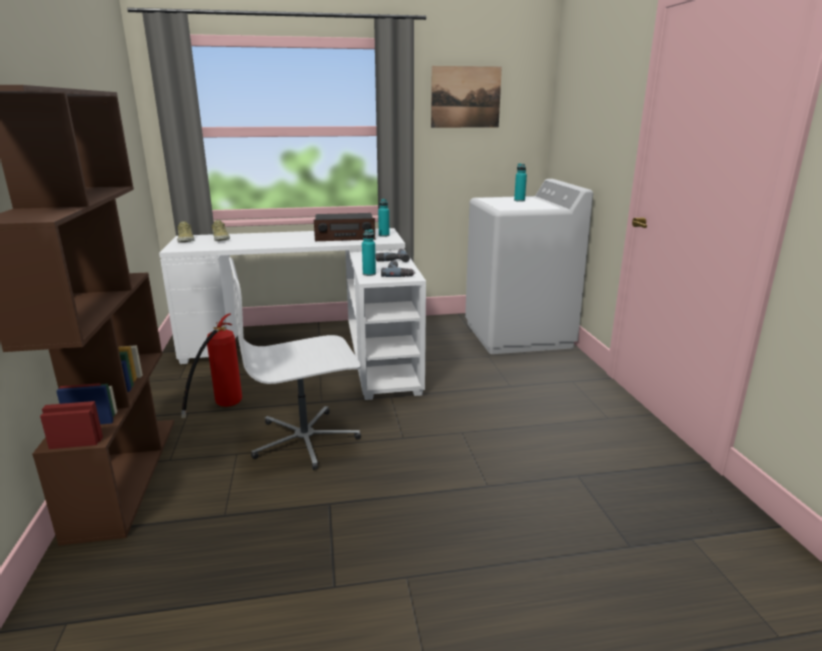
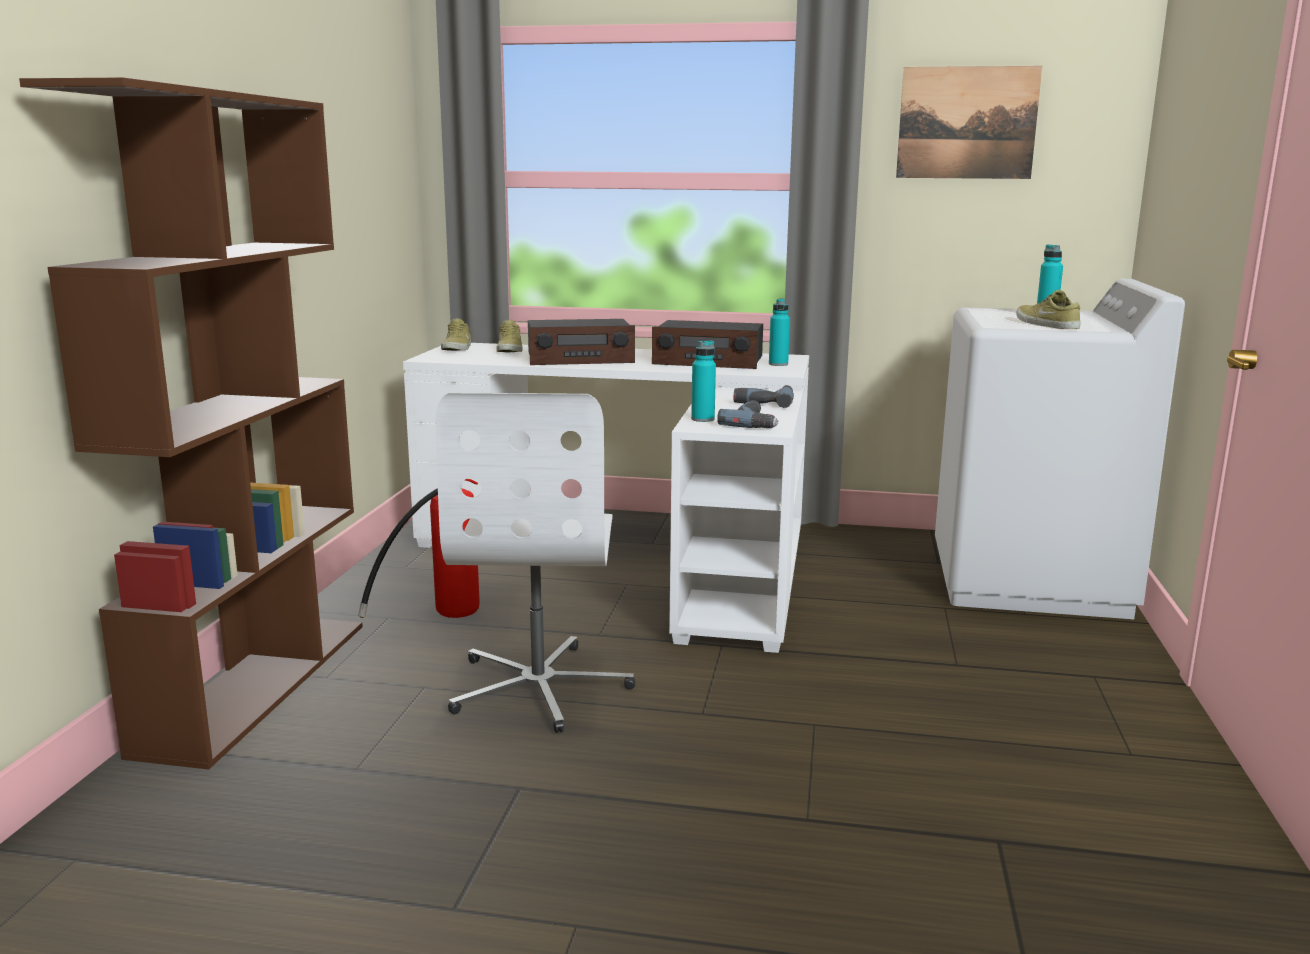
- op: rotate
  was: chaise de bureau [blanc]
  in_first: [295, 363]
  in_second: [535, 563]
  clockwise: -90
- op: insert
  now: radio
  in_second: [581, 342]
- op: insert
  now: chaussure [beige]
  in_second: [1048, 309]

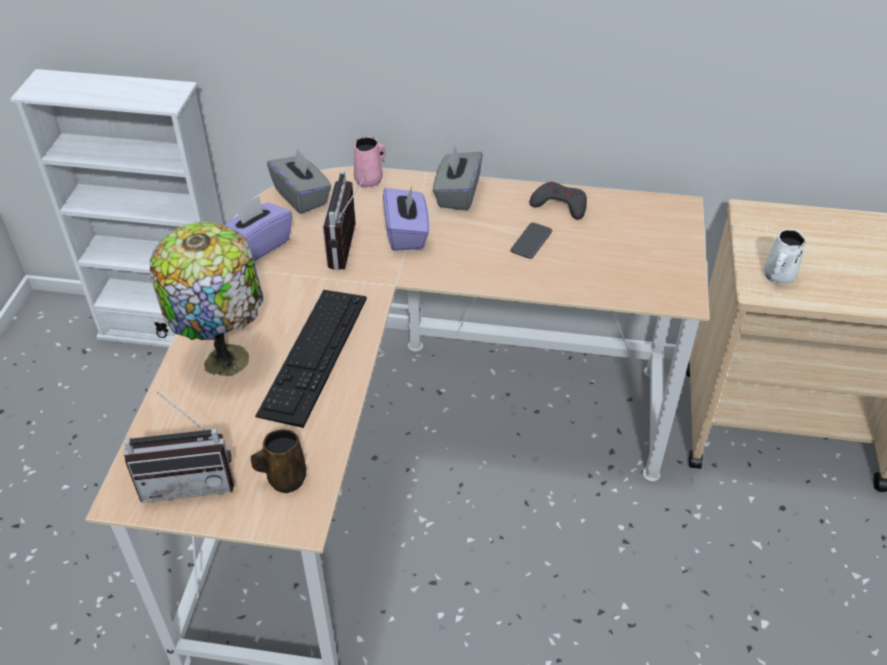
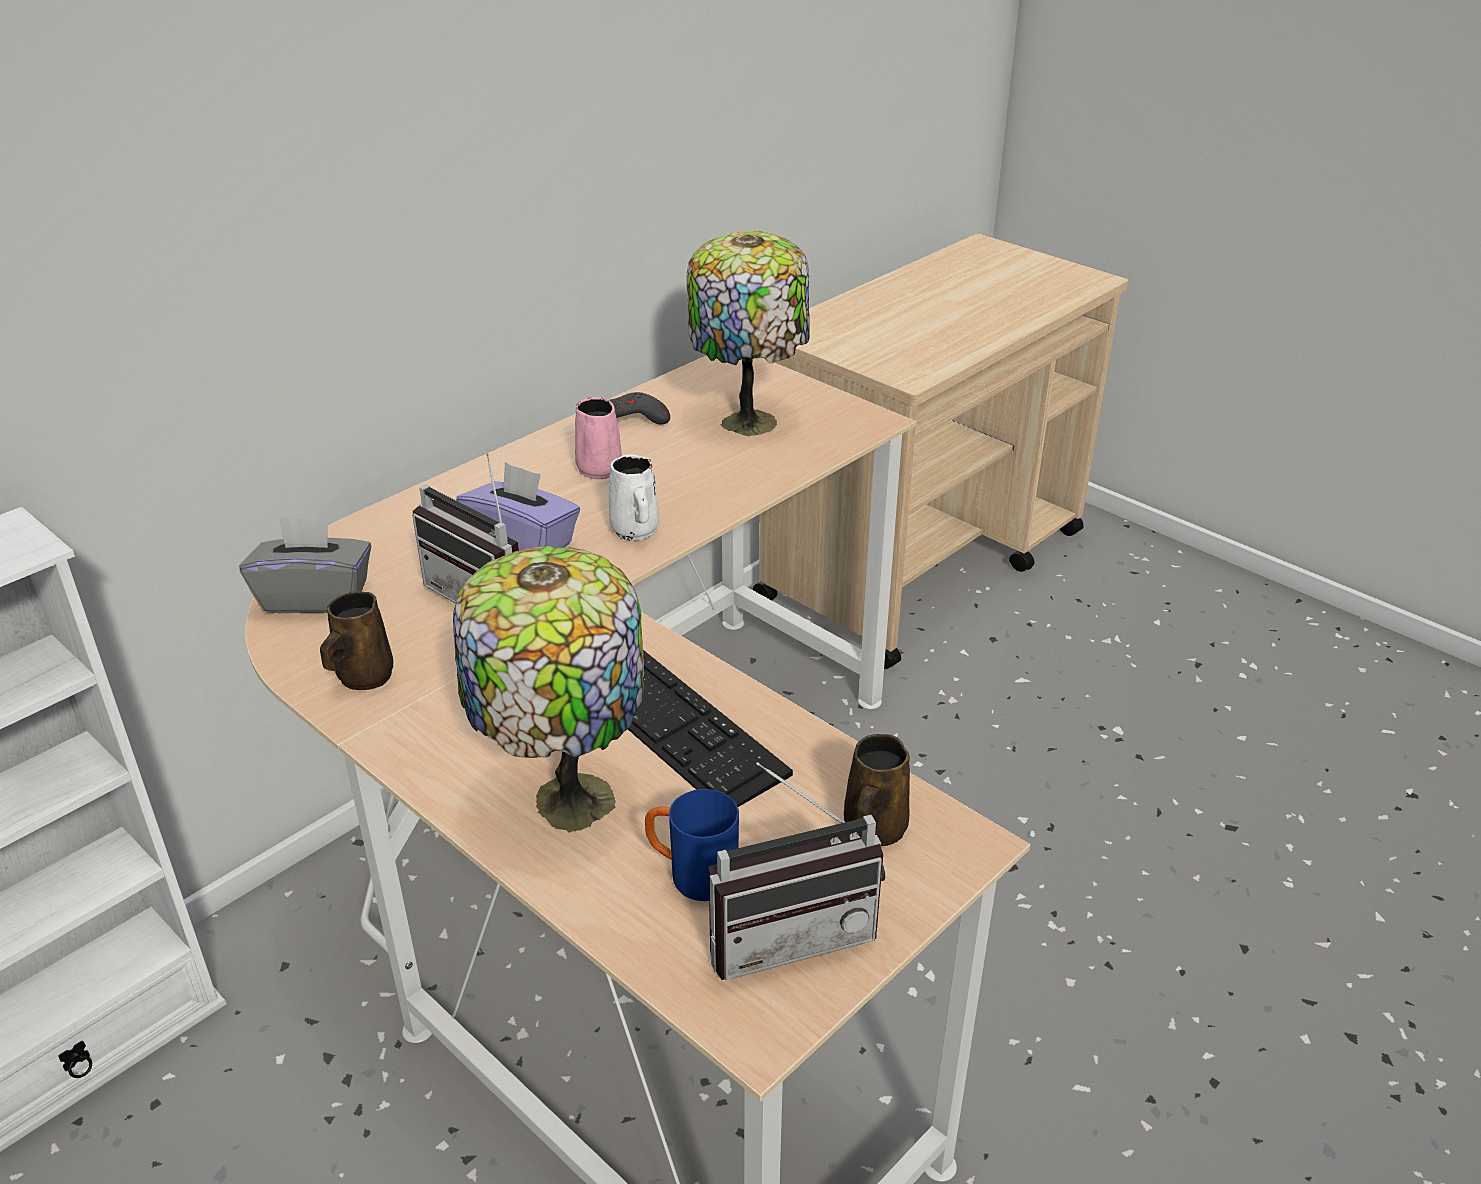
- op: replace
  was: boîte à mouchoirs [violet]
  now: mug [marron]
  in_first: [258, 228]
  in_second: [356, 640]
- op: move
  was: mug [rose]
  in_first: [369, 162]
  in_second: [598, 438]
- op: move
  was: mug [blanc]
  in_first: [785, 257]
  in_second: [634, 497]
- op: insert
  now: mug [bleu]
  in_second: [692, 845]
- op: insert
  now: lampe de table
  in_second: [748, 333]
- op: rotate
  was: radio
  in_first: [179, 447]
  in_second: [797, 871]
  clockwise: 45
- op: delete
  was: boîte à mouchoirs [gris]
  in_first: [457, 178]
- op: delete
  was: téléphone
  in_first: [531, 240]

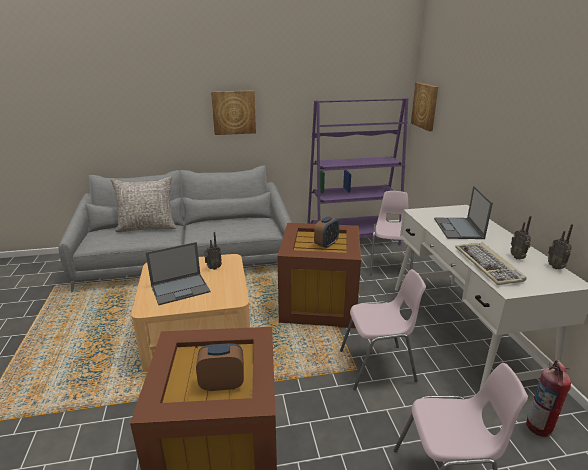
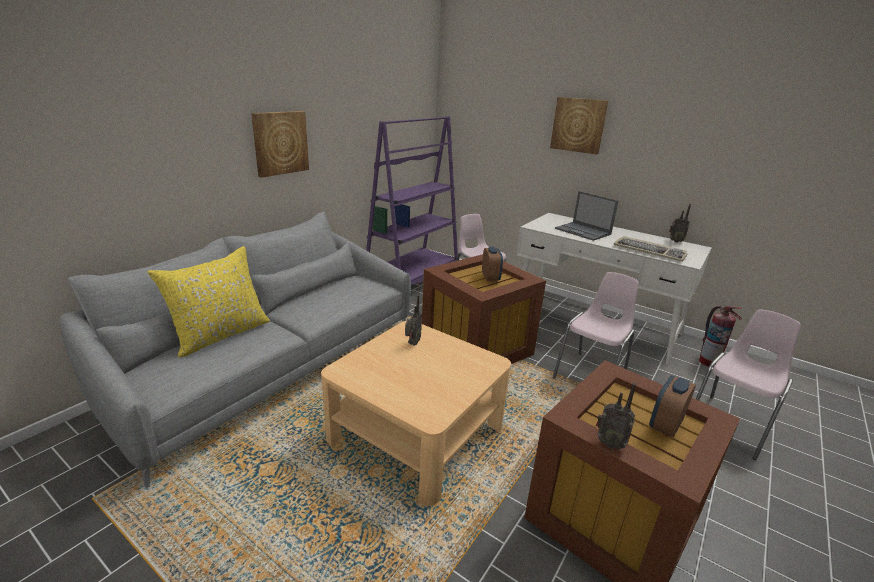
- op: recolor
  was: coussin [gris]
  now: coussin [jaune]
  in_first: [143, 204]
  in_second: [209, 301]
- op: move
  was: tableau
  in_first: [424, 106]
  in_second: [579, 125]
- op: move
  was: radio
  in_first: [521, 238]
  in_second: [616, 416]
- op: delete
  was: ordinateur portable
  in_first: [178, 273]

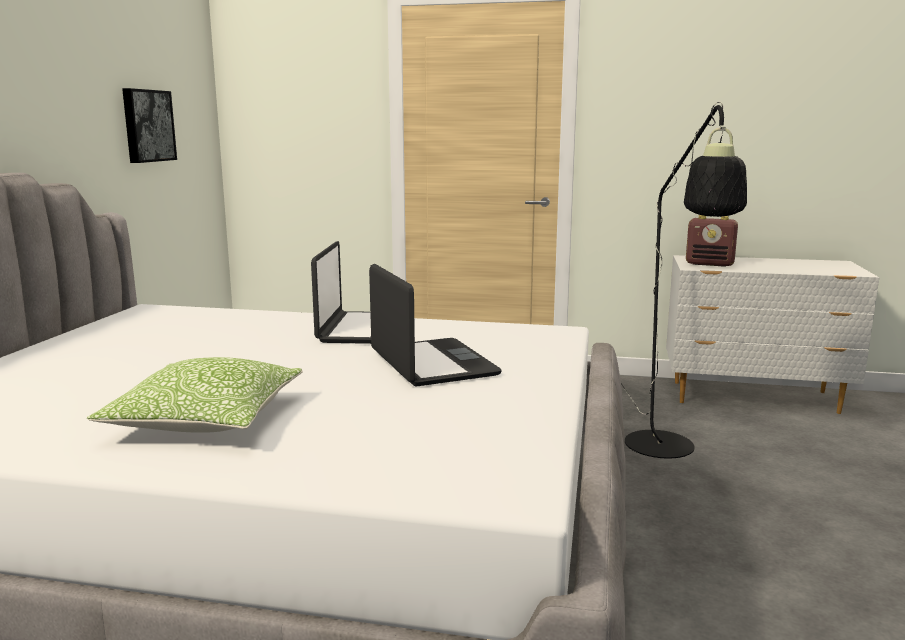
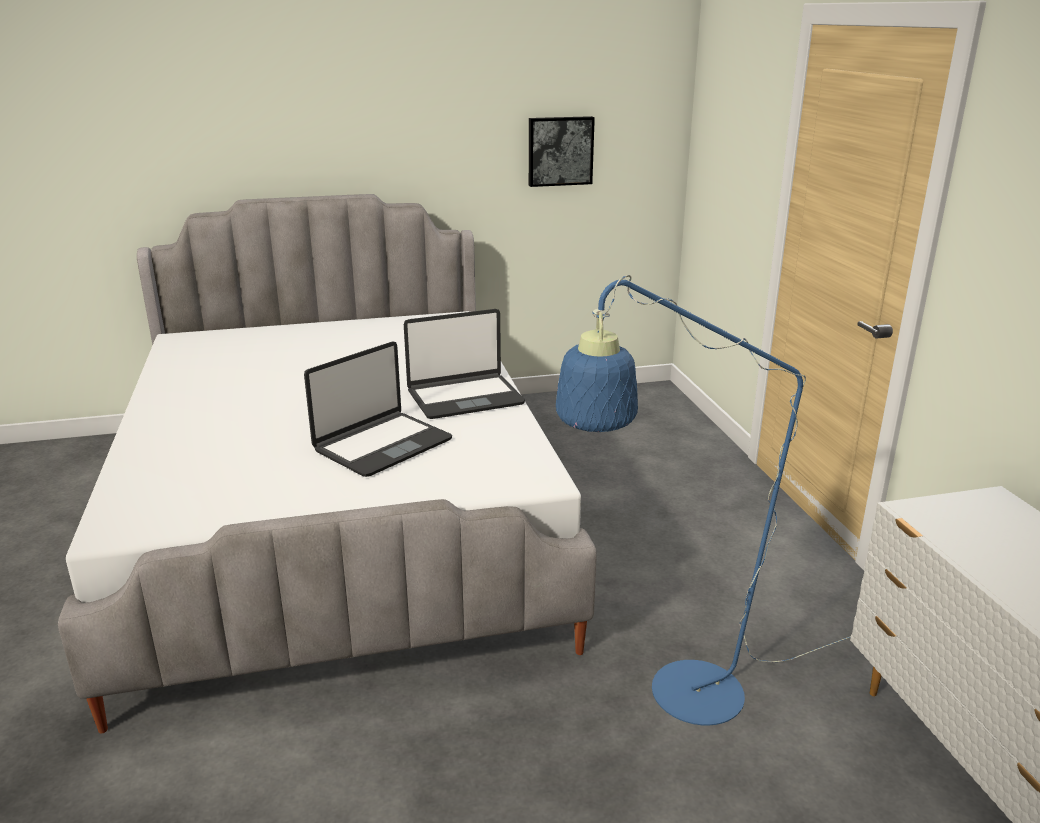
- op: recolor
  was: lampadaire [noir]
  now: lampadaire [bleu]
  in_first: [684, 280]
  in_second: [703, 500]
- op: delete
  was: coussin
  in_first: [195, 395]
- op: delete
  was: radio
  in_first: [712, 241]

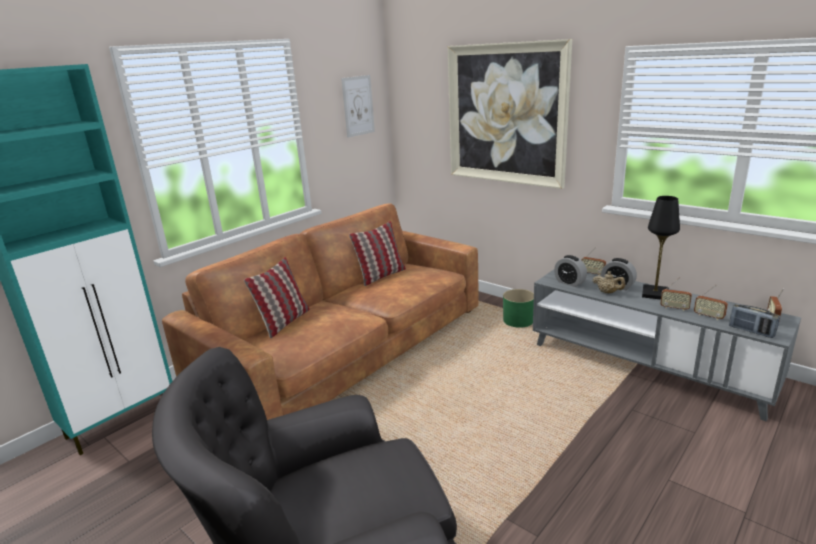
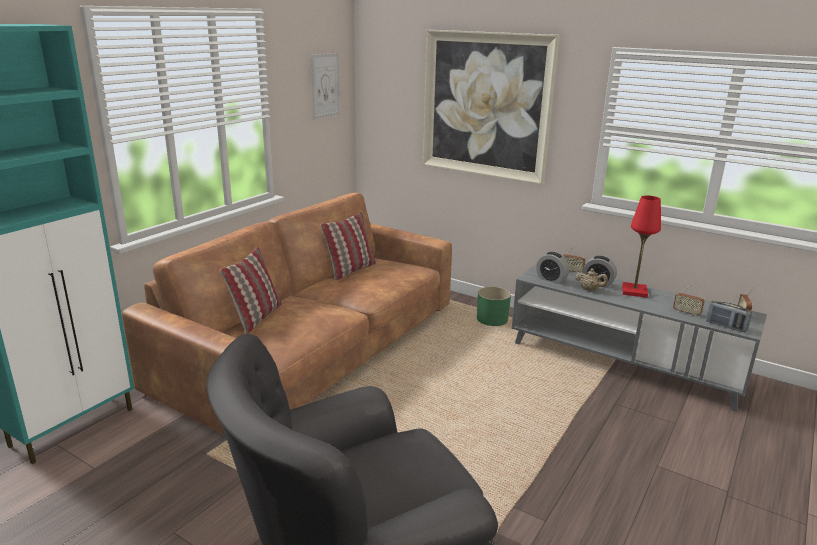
- op: recolor
  was: lampe de table [noir]
  now: lampe de table [rouge]
  in_first: [661, 248]
  in_second: [641, 247]
- op: delete
  was: radio
  in_first: [676, 294]

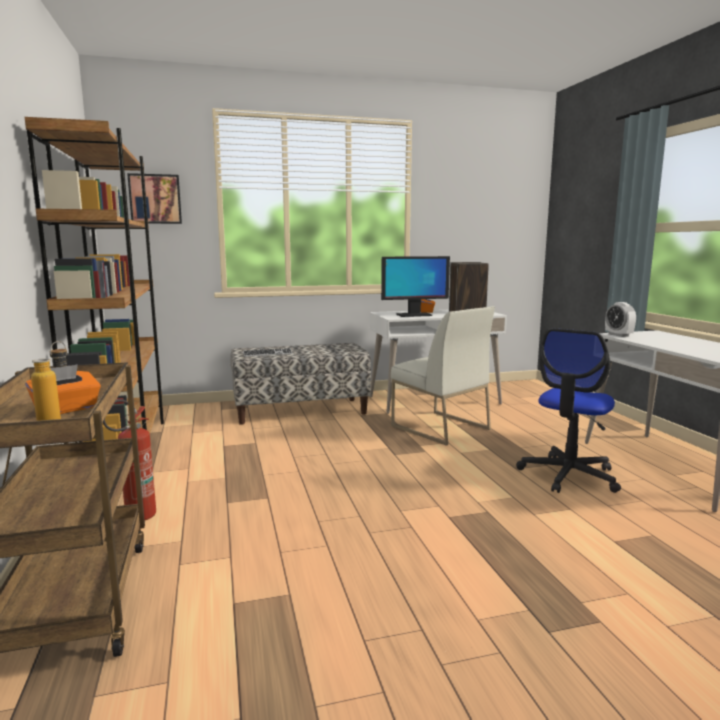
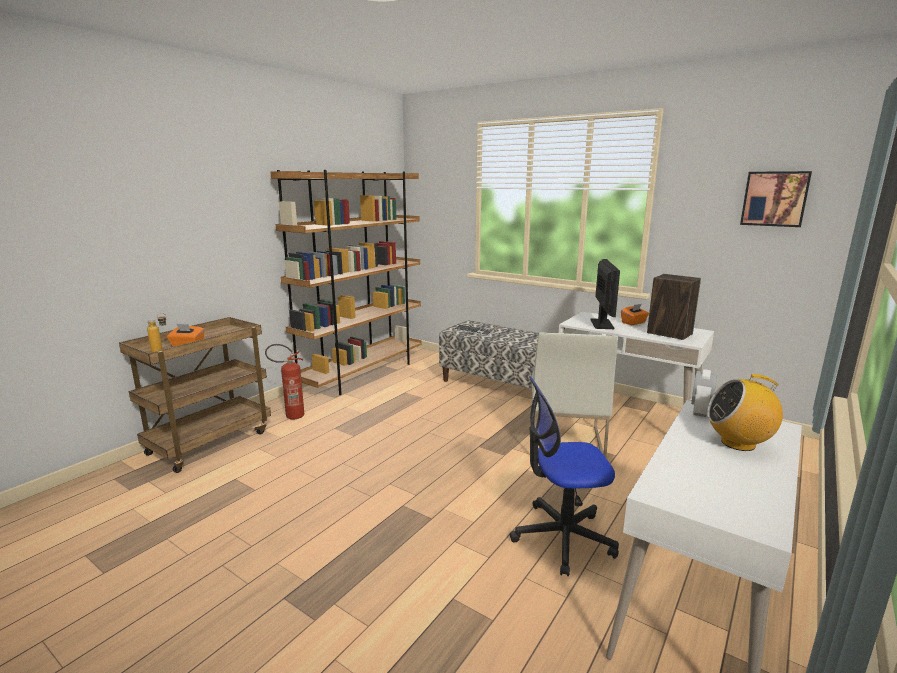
- op: rotate
  was: écran d'ordinateur
  in_first: [415, 286]
  in_second: [605, 294]
  clockwise: -120
- op: insert
  now: radio
  in_second: [745, 412]
- op: move
  was: tableau
  in_first: [154, 198]
  in_second: [776, 199]

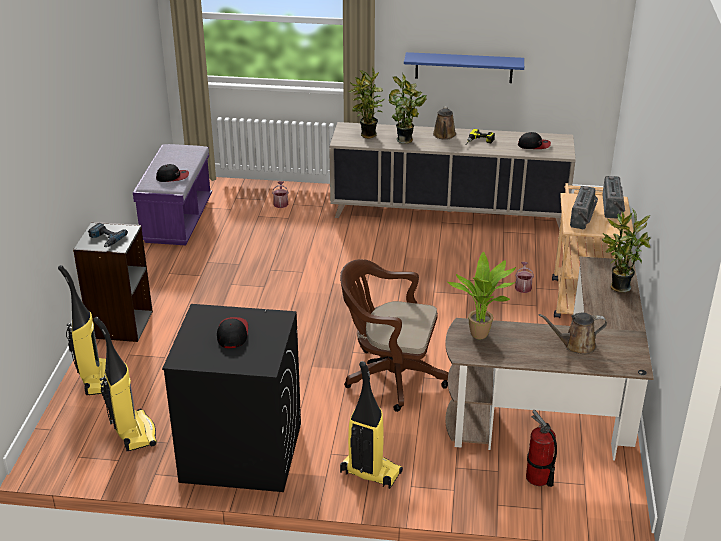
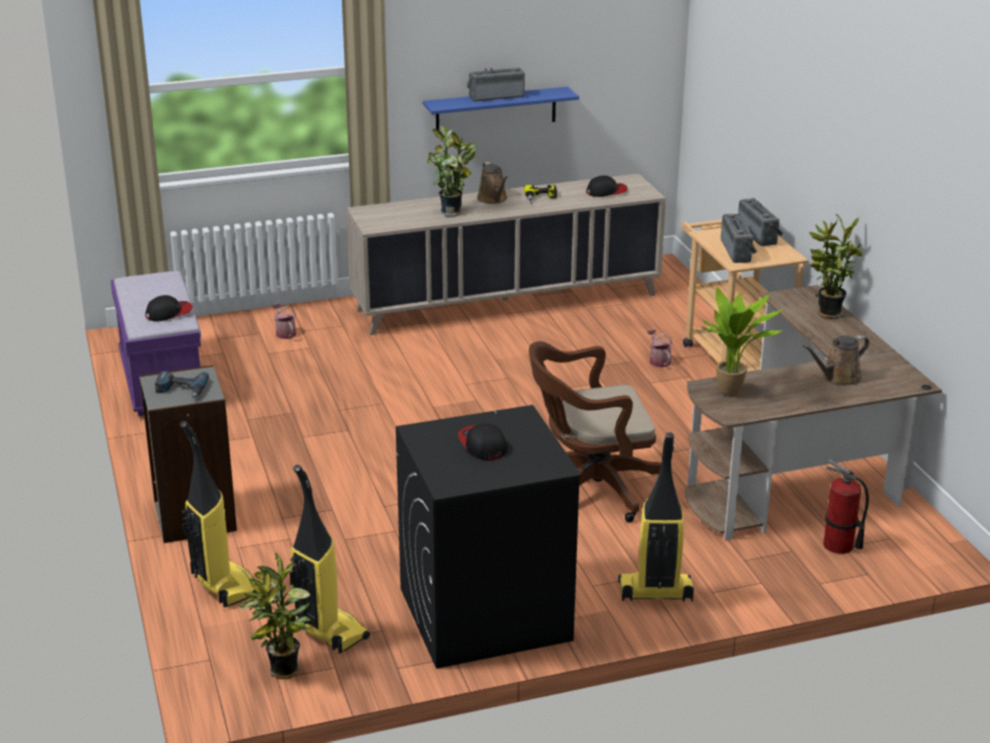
- op: move
  was: plante en pot
  in_first: [366, 103]
  in_second: [274, 615]
- op: insert
  now: radio
  in_second: [496, 84]

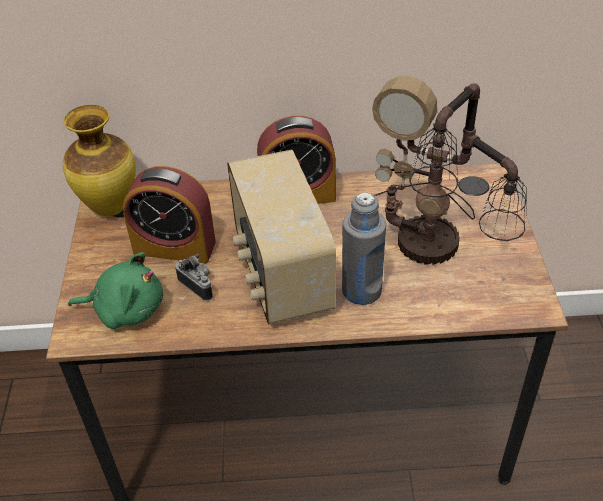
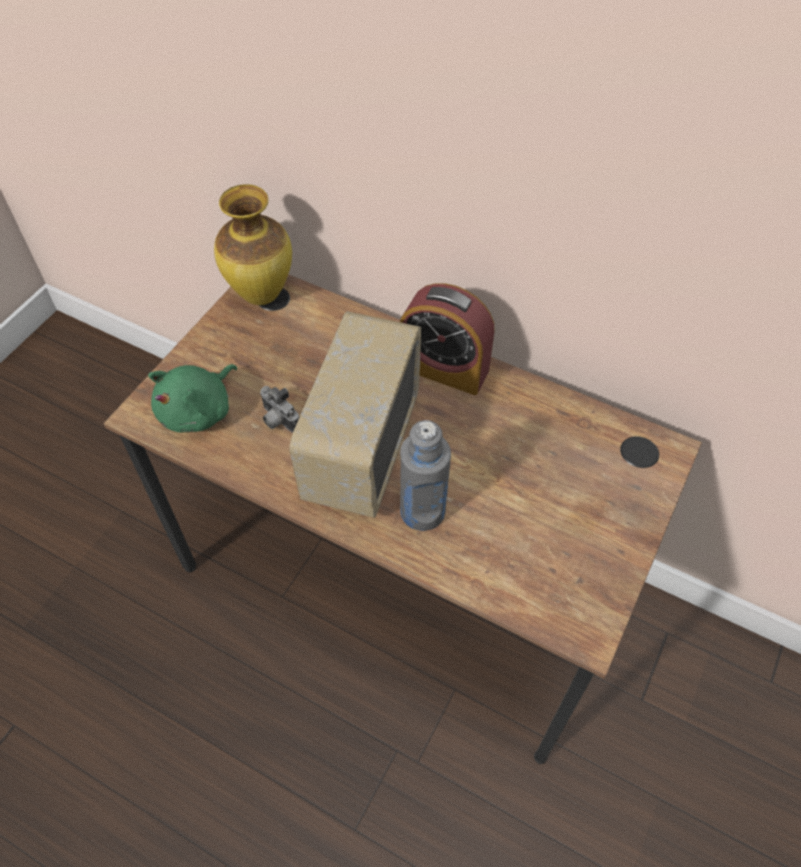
- op: rotate
  was: peluche [vert]
  in_first: [115, 290]
  in_second: [192, 398]
  clockwise: 90
- op: rotate
  was: appareil photo
  in_first: [194, 277]
  in_second: [279, 409]
  clockwise: 150
- op: delete
  was: réveil
  in_first: [169, 214]
- op: delete
  was: lampe de table
  in_first: [435, 170]

